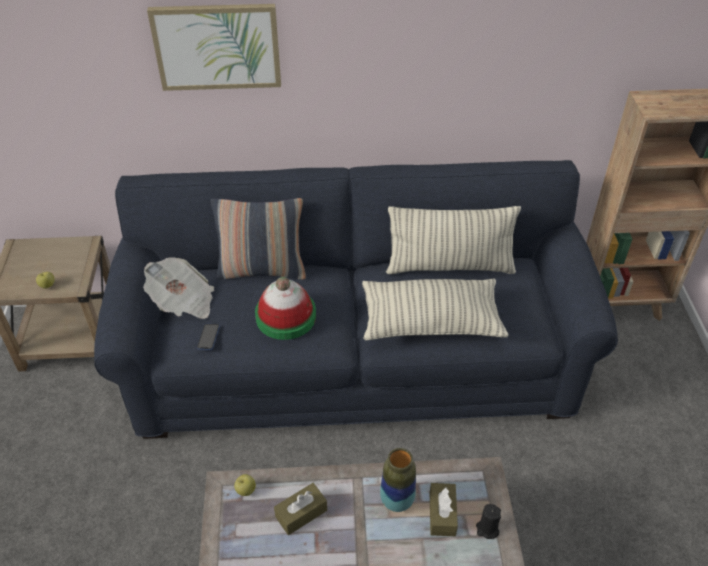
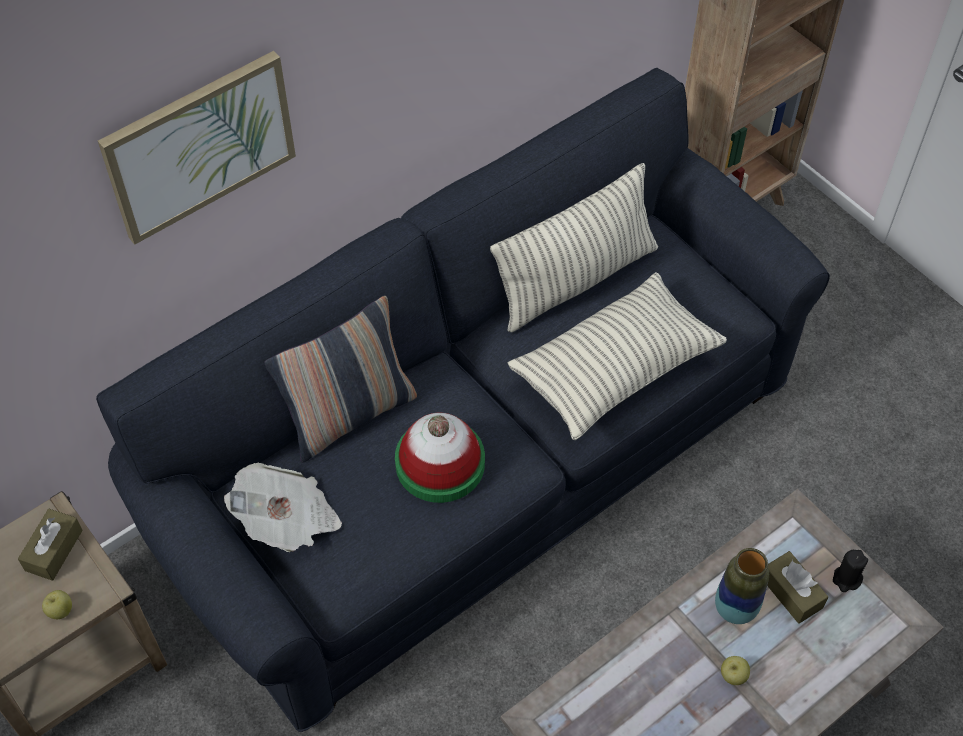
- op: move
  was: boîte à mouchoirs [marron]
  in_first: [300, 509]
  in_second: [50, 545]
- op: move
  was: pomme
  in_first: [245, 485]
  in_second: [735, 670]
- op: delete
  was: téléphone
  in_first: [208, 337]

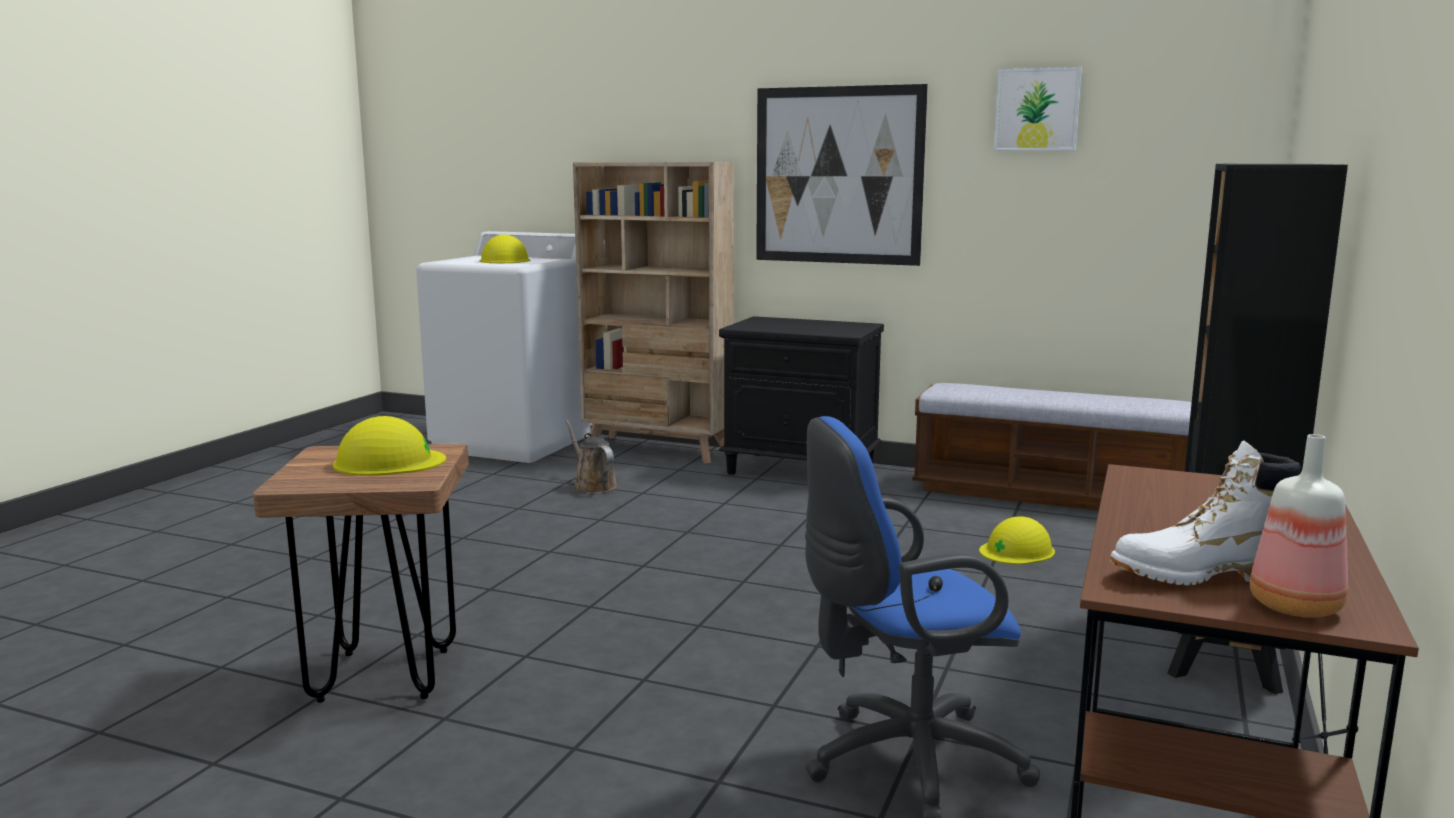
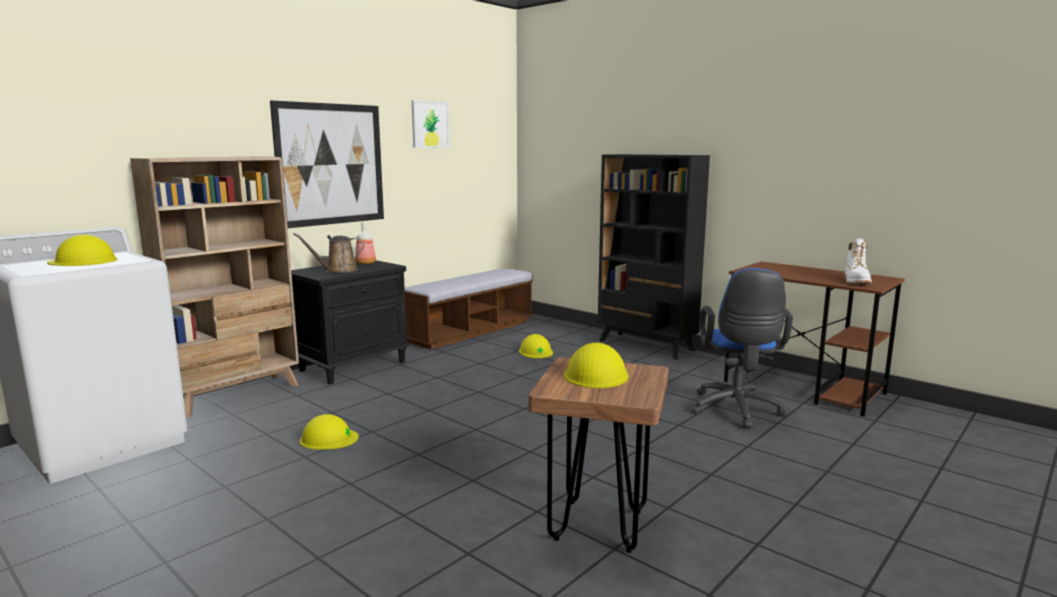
- op: move
  was: arrosoir [marron]
  in_first: [591, 456]
  in_second: [328, 253]
- op: insert
  now: casque de chantier [jaune]
  in_second: [329, 432]
- op: move
  was: bouteille
  in_first: [1299, 526]
  in_second: [365, 243]

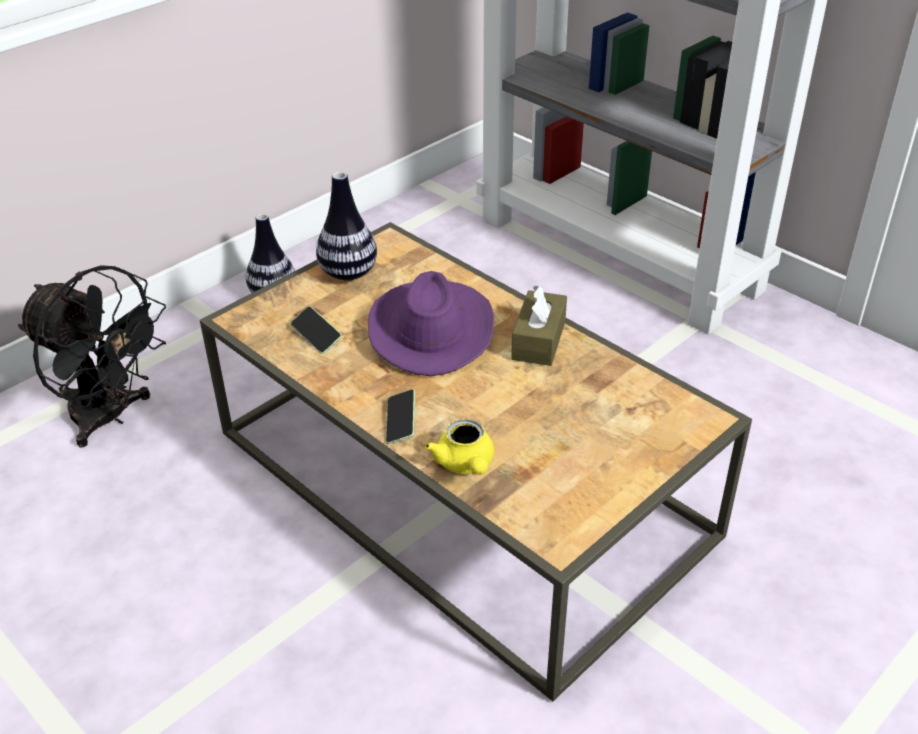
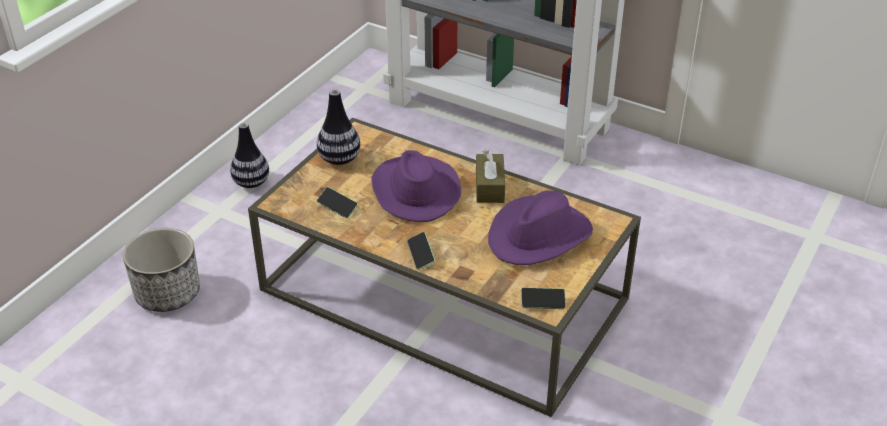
- op: replace
  was: ventilateur [noir]
  now: cache-pot
  in_first: [92, 356]
  in_second: [161, 270]
- op: insert
  now: chapeau [violet]
  in_second: [540, 228]
- op: insert
  now: téléphone
  in_second: [543, 298]
- op: delete
  was: théière [jaune]
  in_first: [459, 447]

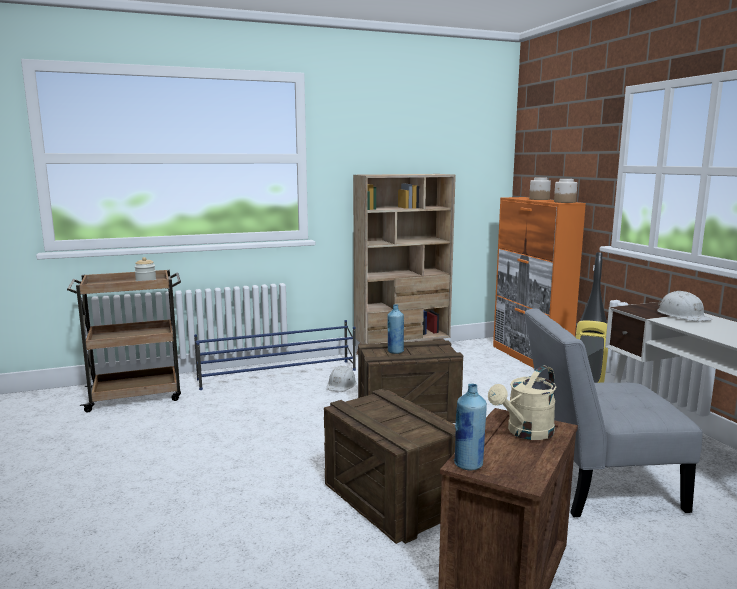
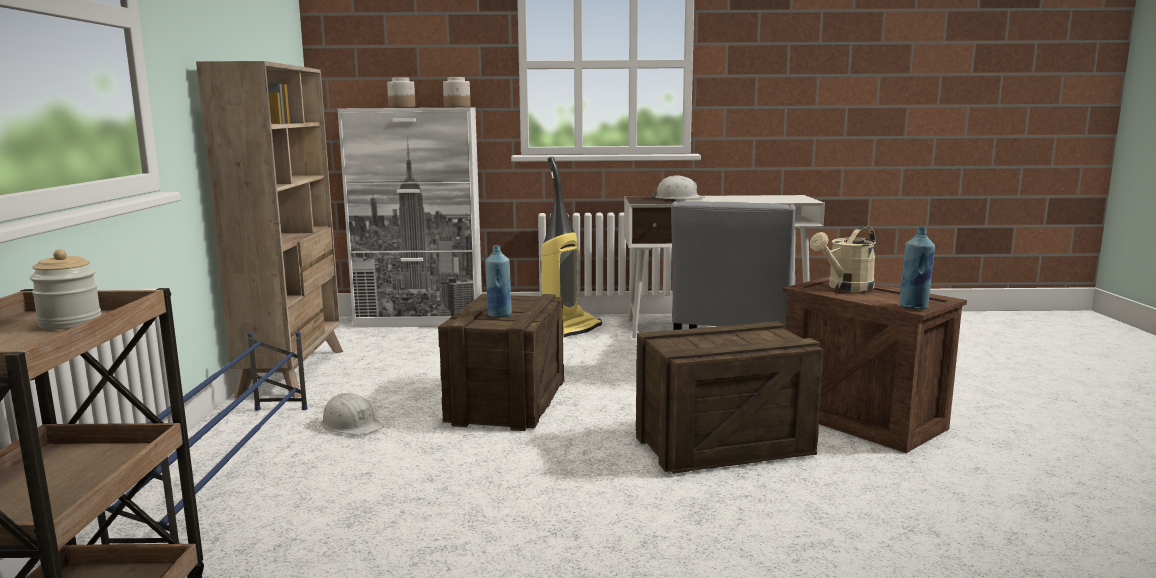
- op: recolor
  was: meuble de rangement [orange]
  now: meuble de rangement [blanc]
  in_first: [539, 282]
  in_second: [409, 218]
- op: rotate
  was: arrosoir [beige]
  in_first: [522, 403]
  in_second: [843, 258]
  clockwise: 75

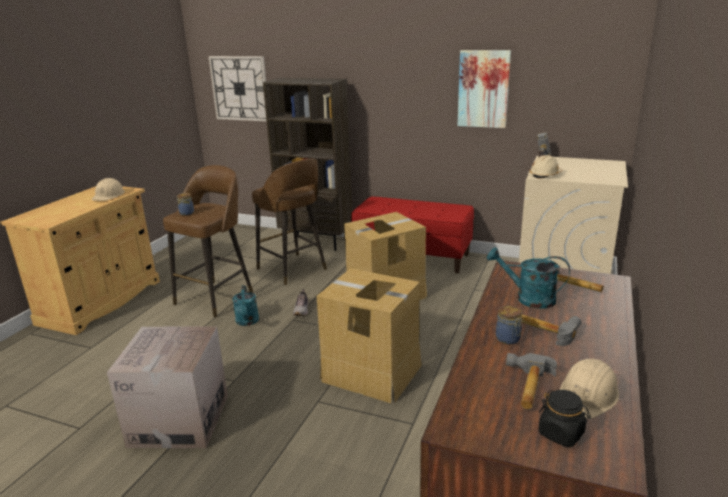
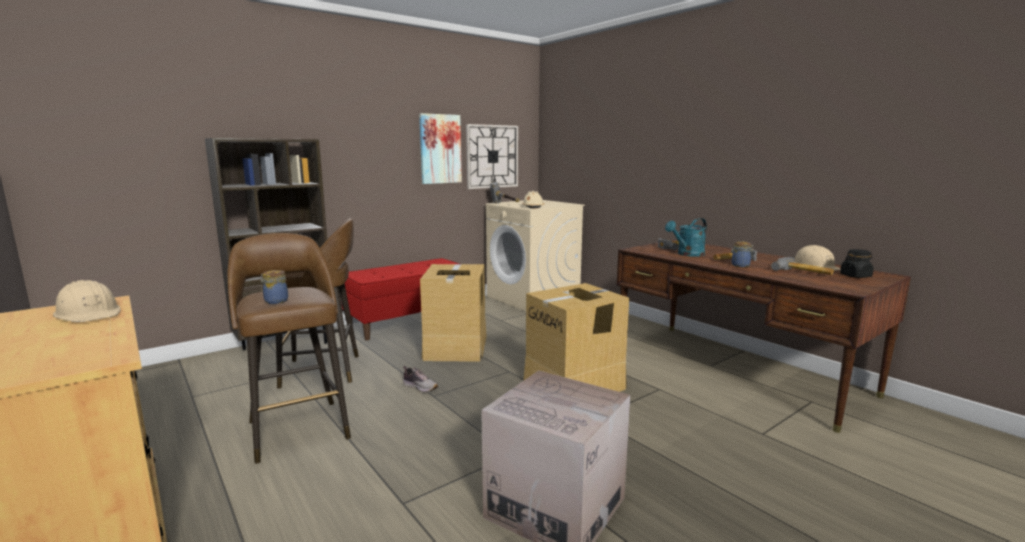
- op: move
  was: horloge murale
  in_first: [237, 88]
  in_second: [492, 156]
- op: delete
  was: arrosoir [turquoise]
  in_first: [246, 305]

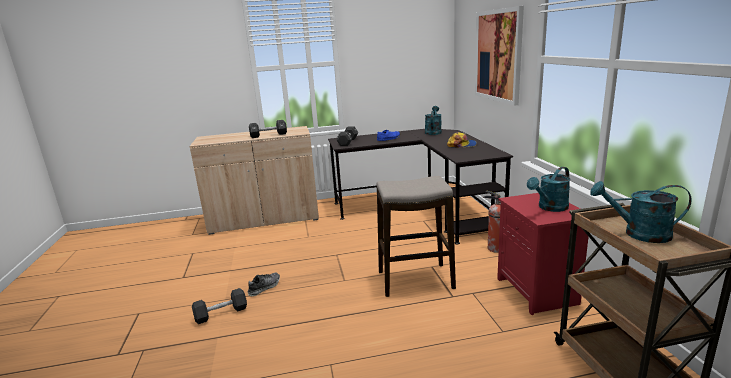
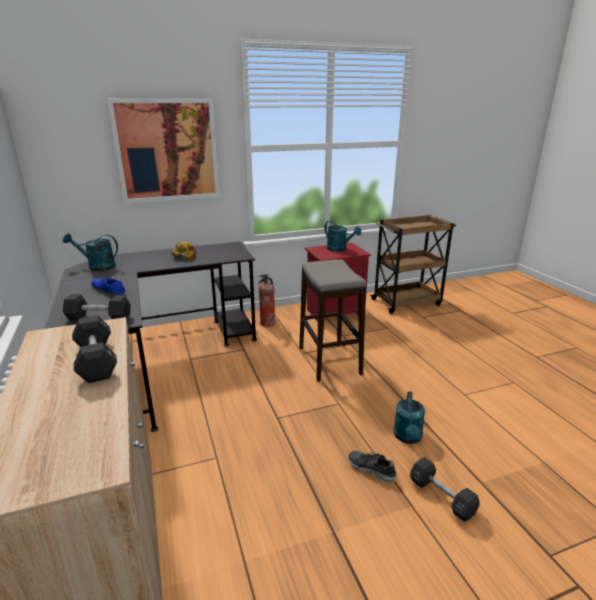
- op: move
  was: arrosoir [turquoise]
  in_first: [641, 212]
  in_second: [409, 417]

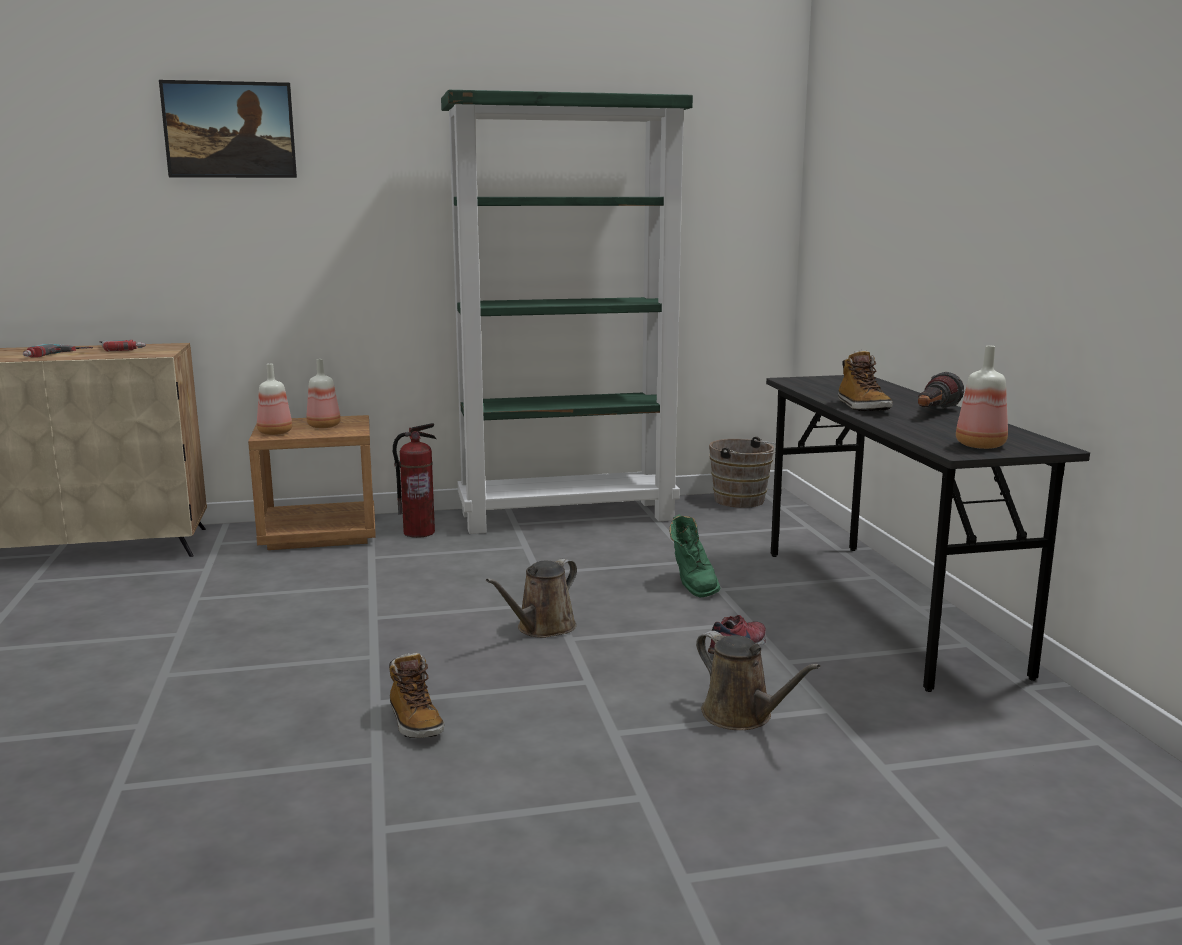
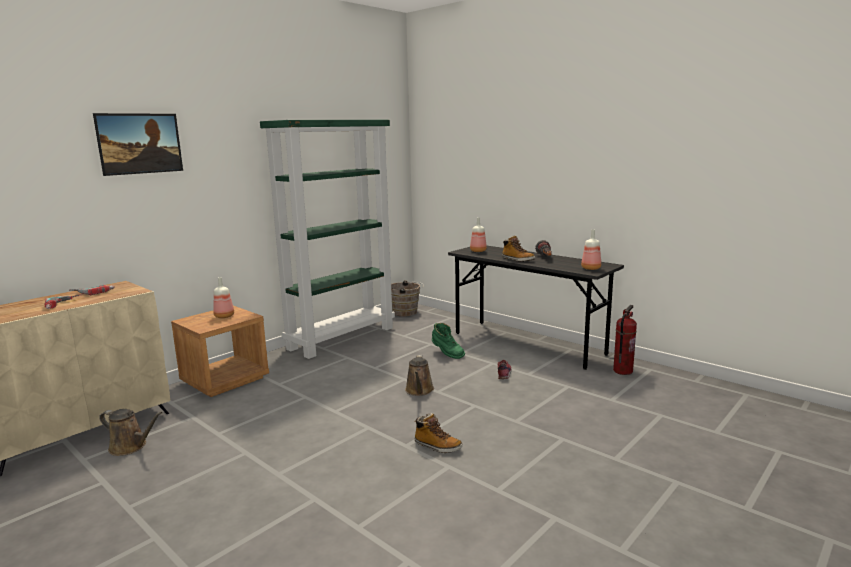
- op: move
  was: arrosoir [marron]
  in_first: [758, 680]
  in_second: [131, 432]
- op: move
  was: bouteille
  in_first: [274, 399]
  in_second: [478, 234]
- op: move
  was: extincteur
  in_first: [414, 480]
  in_second: [625, 340]

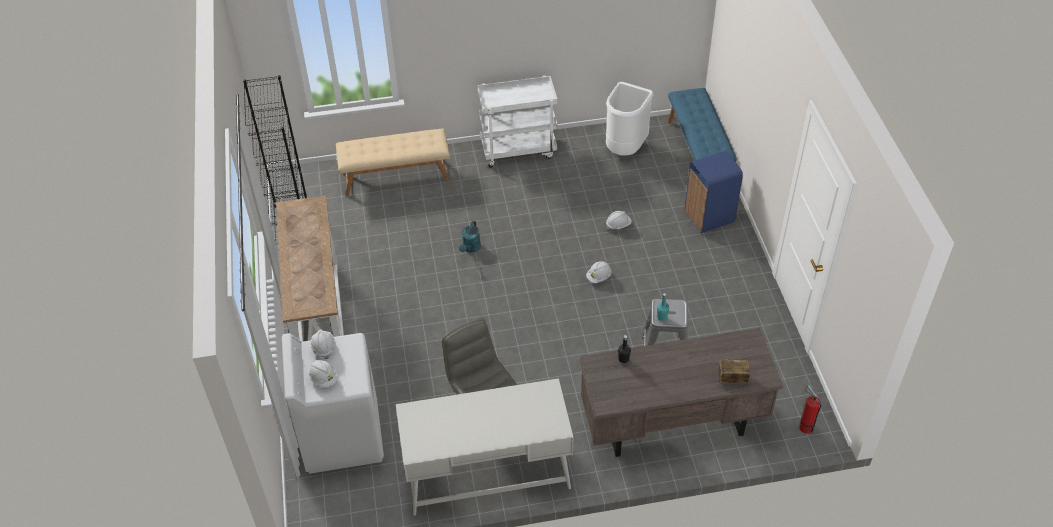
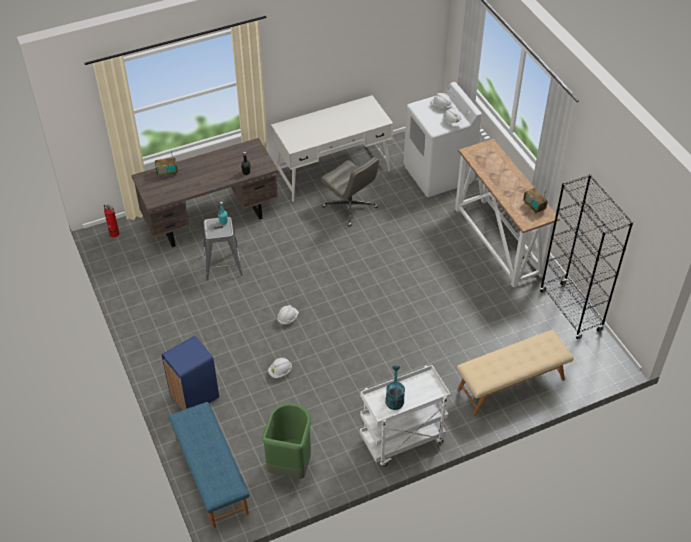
- op: recolor
  was: poubelle [blanc]
  now: poubelle [vert]
  in_first: [629, 119]
  in_second: [286, 440]
- op: move
  was: arrosoir [turquoise]
  in_first: [470, 237]
  in_second: [395, 387]
- op: insert
  now: radio
  in_second: [535, 201]

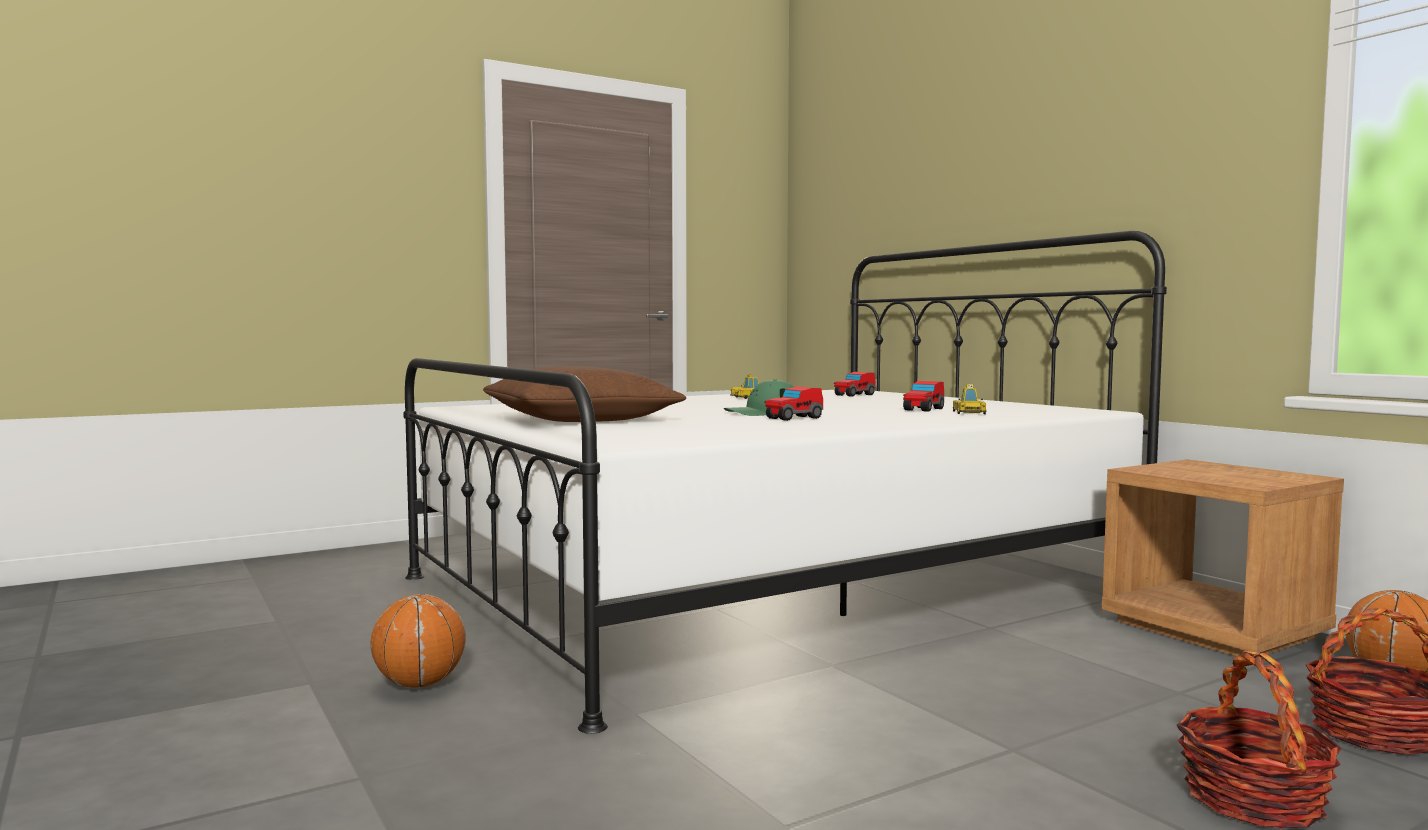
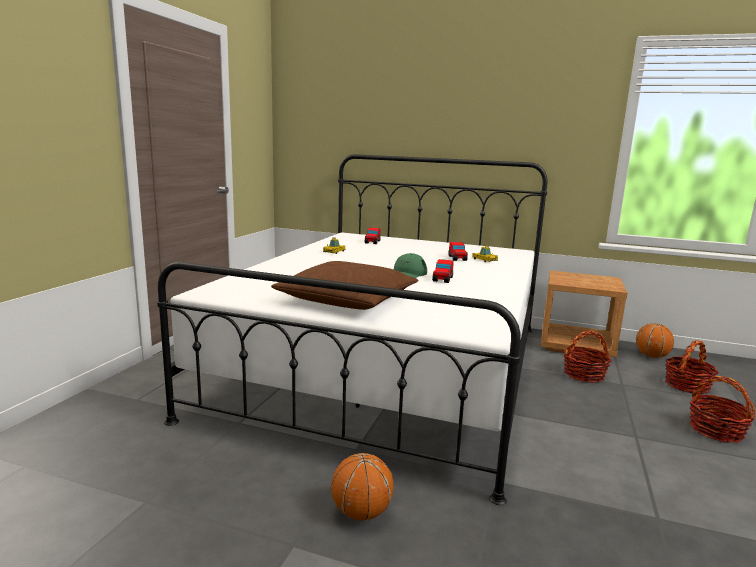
- op: insert
  now: panier
  in_second: [588, 356]

